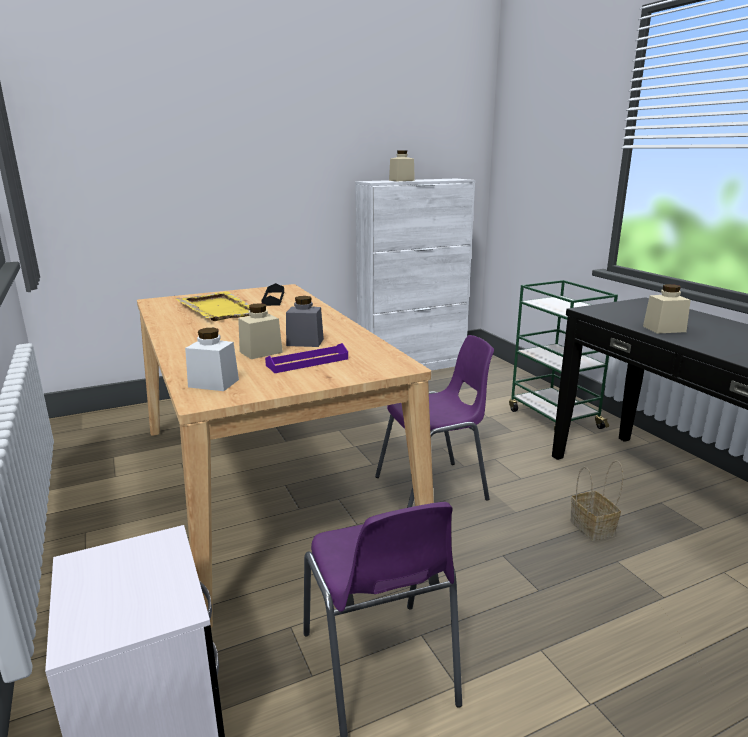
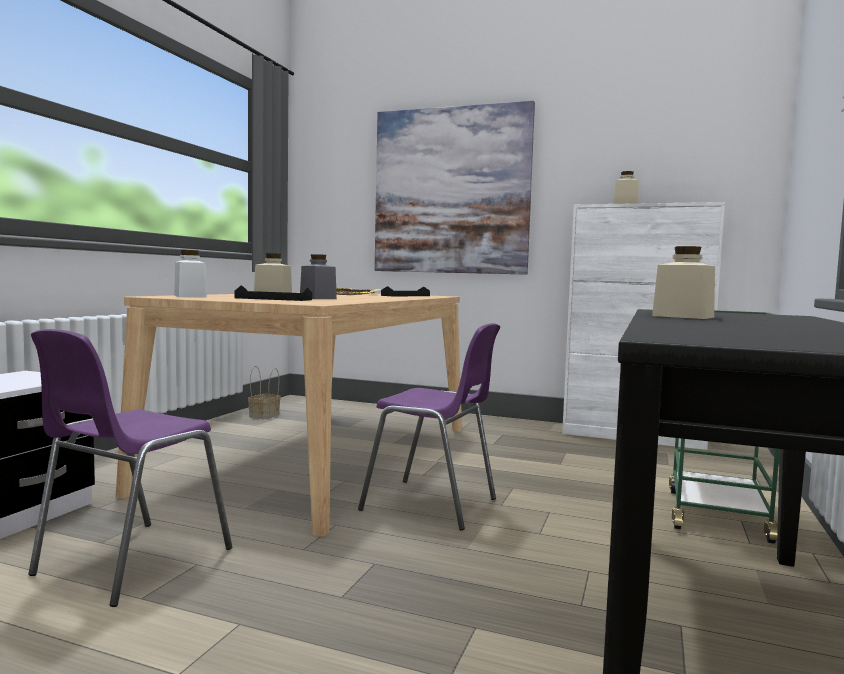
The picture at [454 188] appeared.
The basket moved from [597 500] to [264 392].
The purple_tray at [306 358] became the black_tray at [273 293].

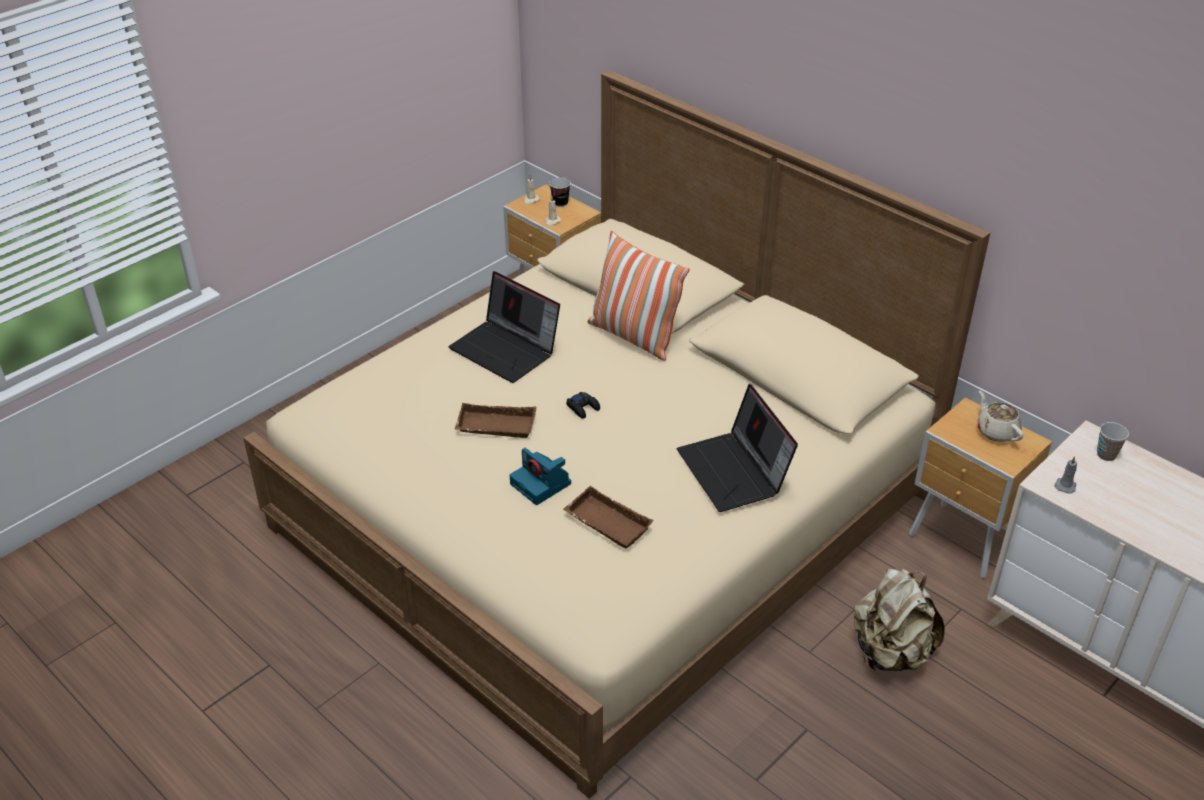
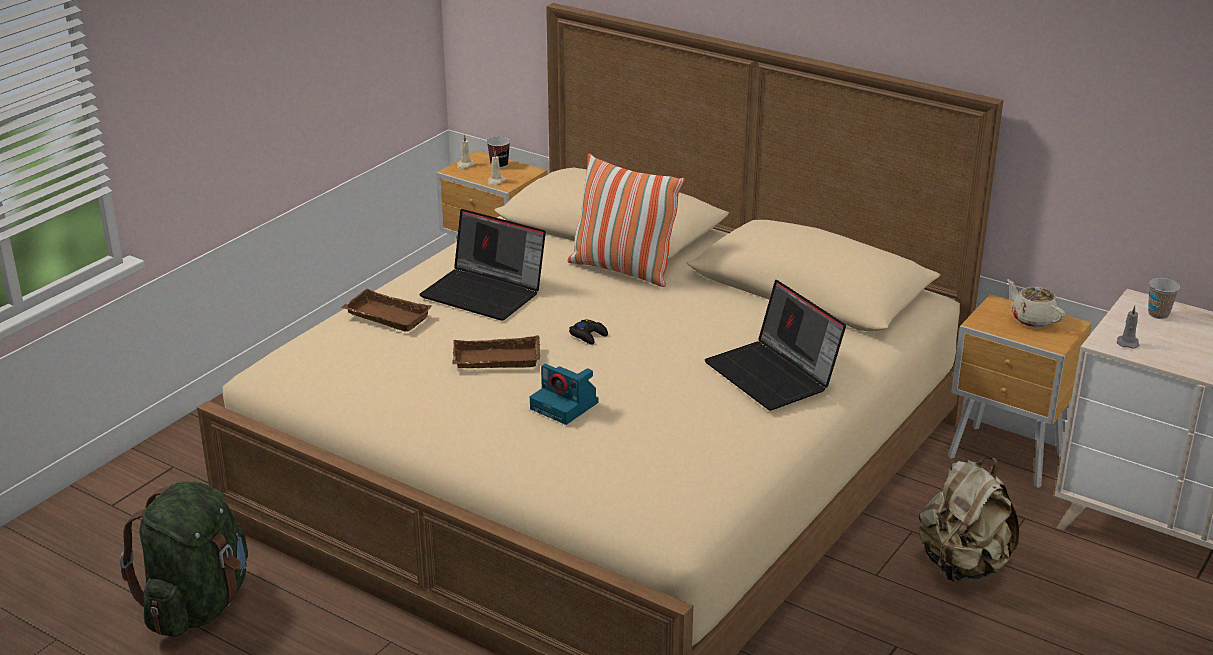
The green_backpack at [184 559] appeared.
The brown_tray moved from [608 517] to [386 310].

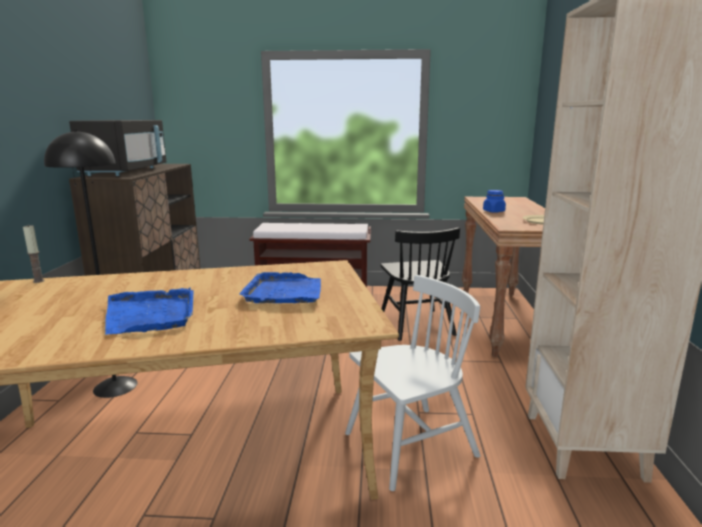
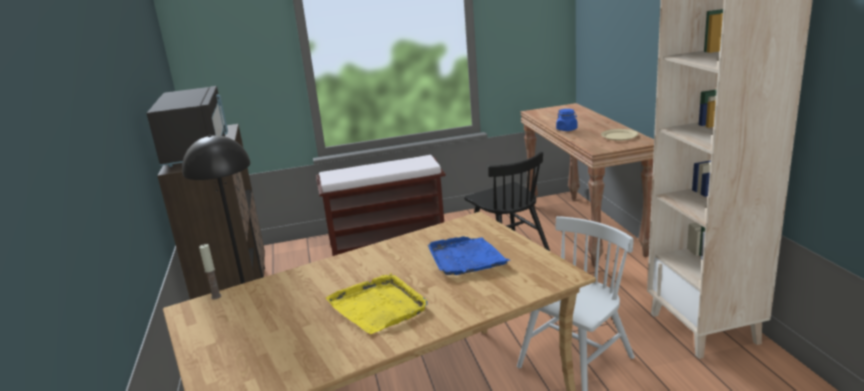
The blue_tray at [149 311] became the yellow_tray at [377 303].

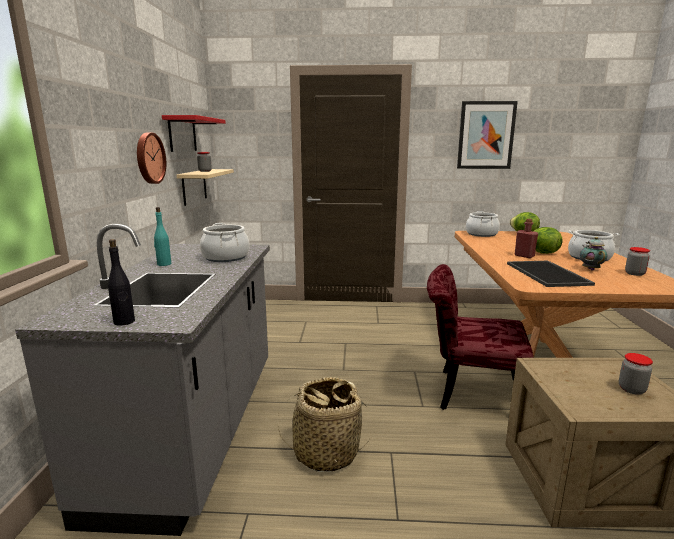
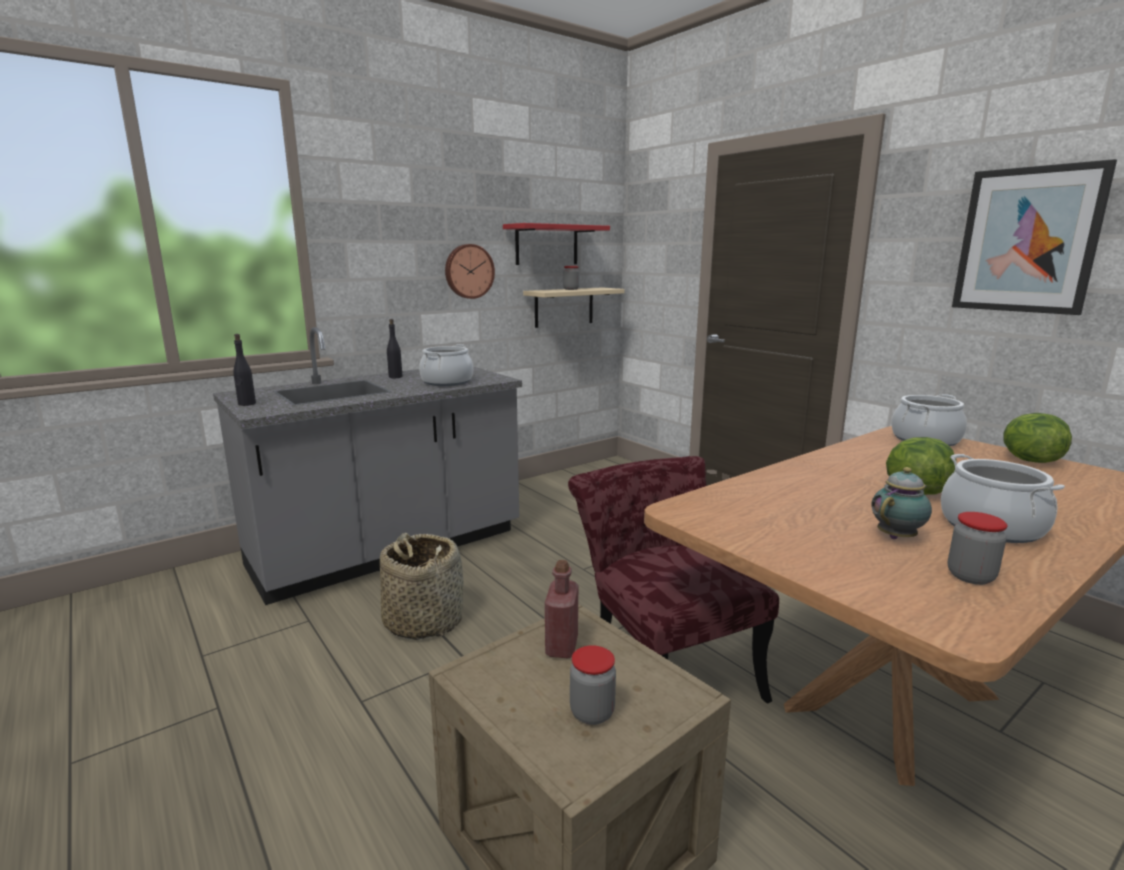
The tray at [551 274] disappeared.
The red_bottle moved from [526 238] to [561 609].
The turquoise_bottle at [162 236] became the black_bottle at [395 348].

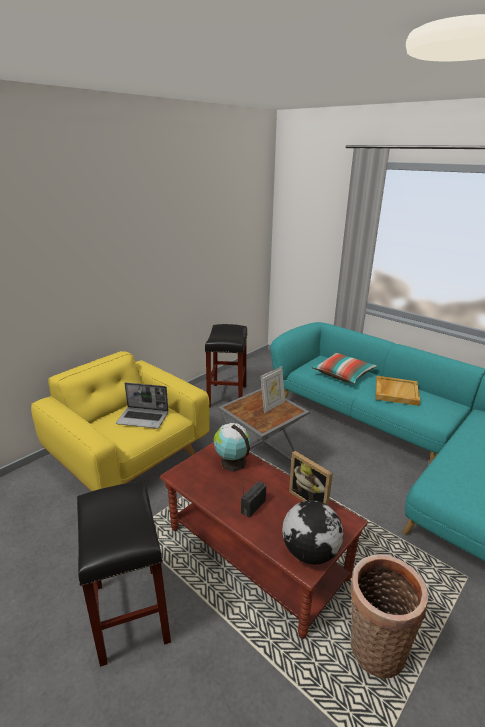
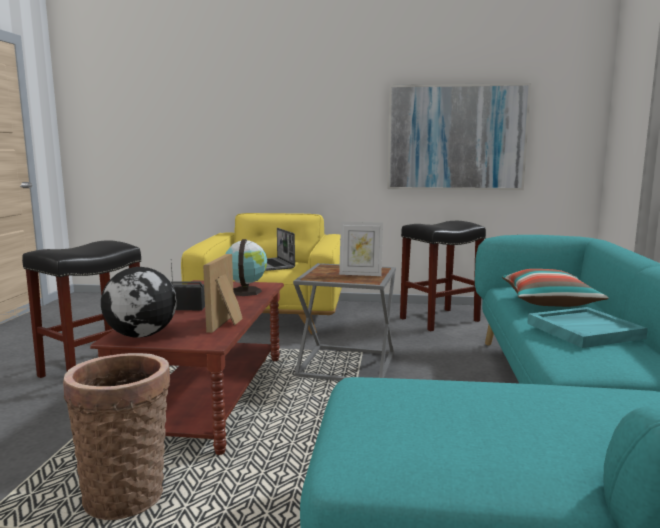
The picture at [459 136] appeared.
The beige_tray at [397 391] became the turquoise_tray at [587 327].

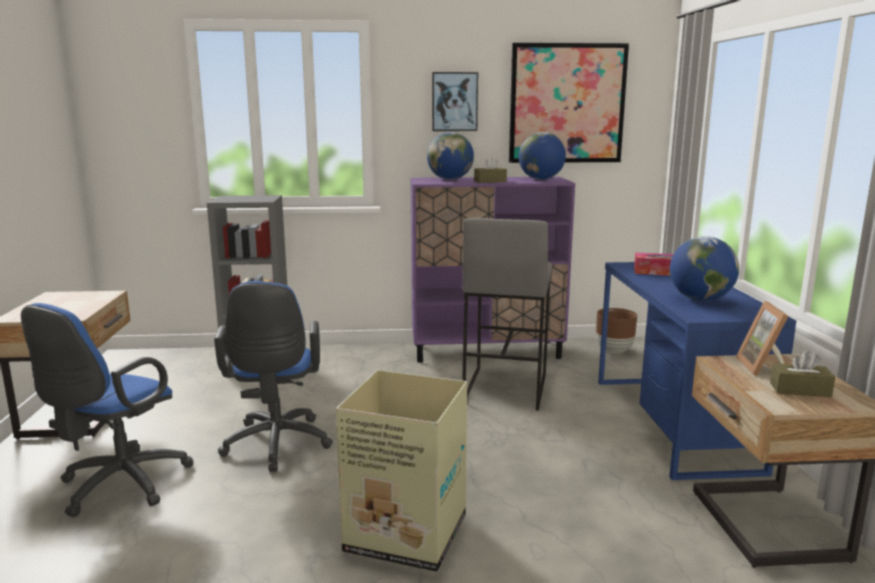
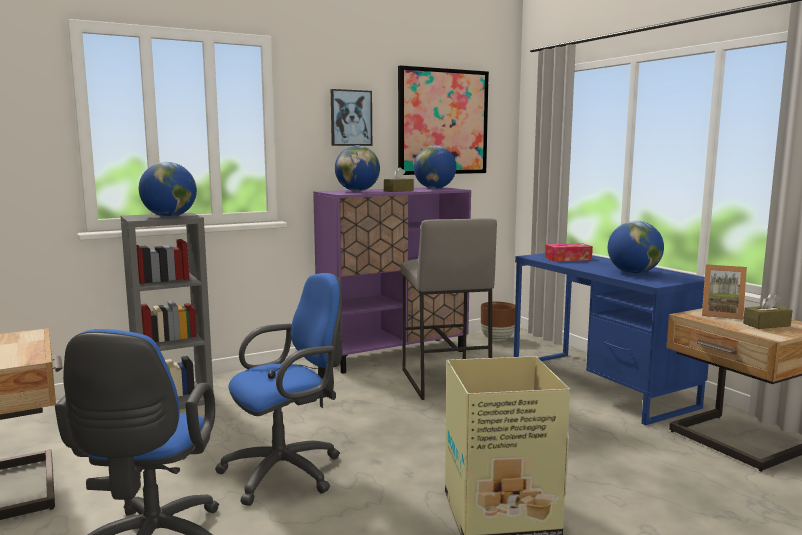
The globe at [168 189] appeared.
The blue_office_chair at [273 376] turned 90 degrees counterclockwise.
The picture_frame at [762 338] turned 45 degrees counterclockwise.

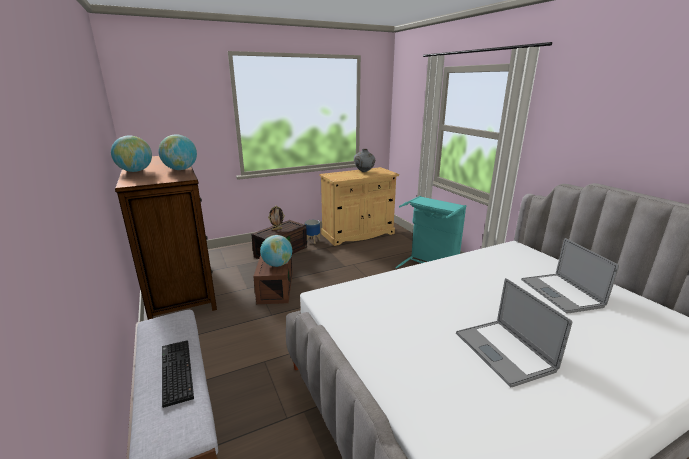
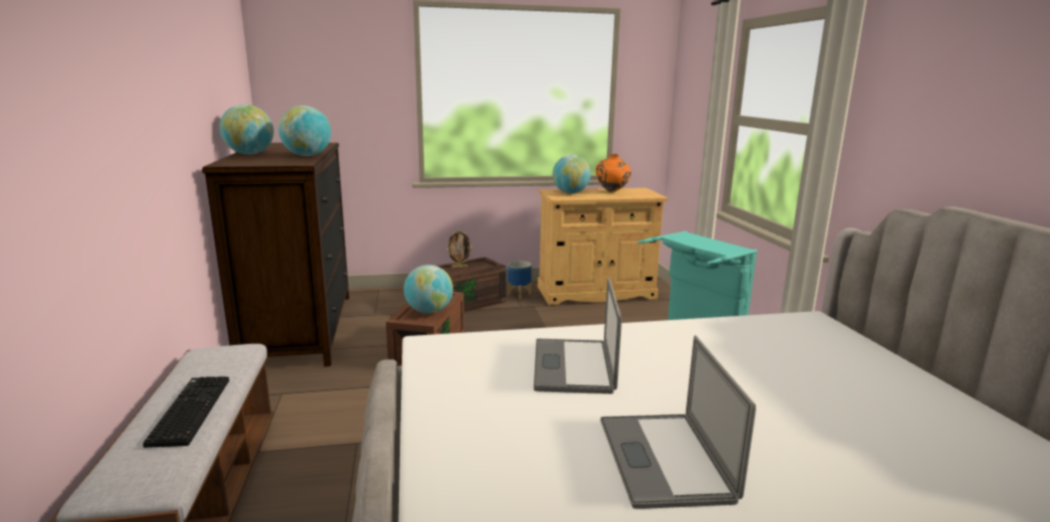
The globe at [571 174] appeared.
The laptop moved from [570 275] to [578 335].
The grey_vase at [364 160] became the orange_vase at [613 173].

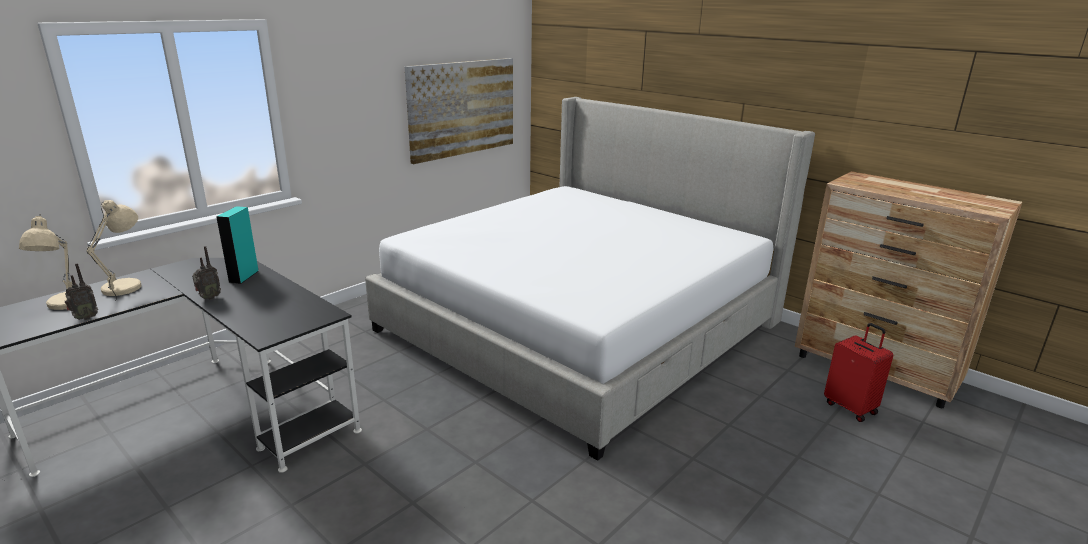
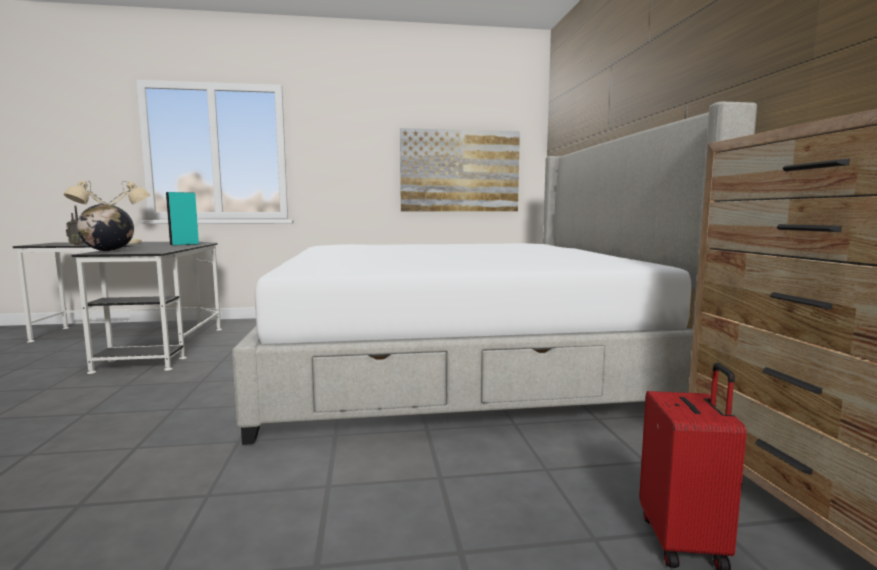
The radio at [206 273] disappeared.
The globe at [105 227] appeared.

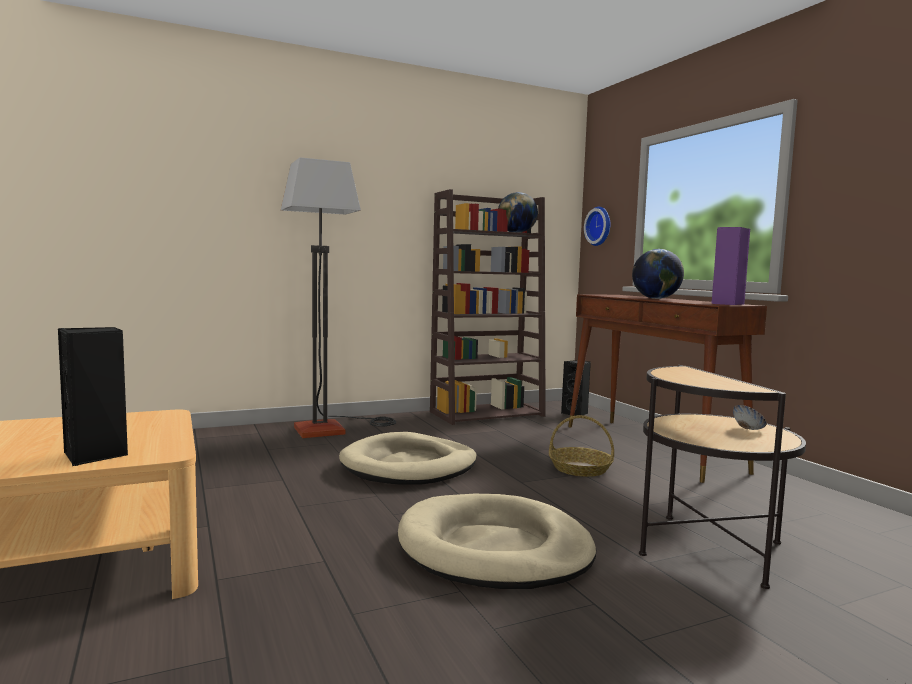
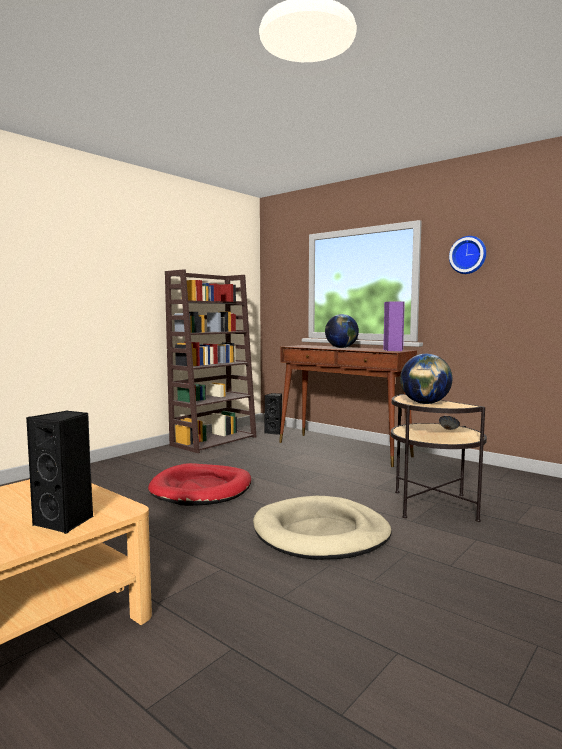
The floor_lamp at [338 297] disappeared.
The basket at [581 446] disappeared.
The globe moved from [518 212] to [426 379].
The wall_clock moved from [597 226] to [467 255].
The beige_dog_bed at [408 458] became the red_dog_bed at [199 484].

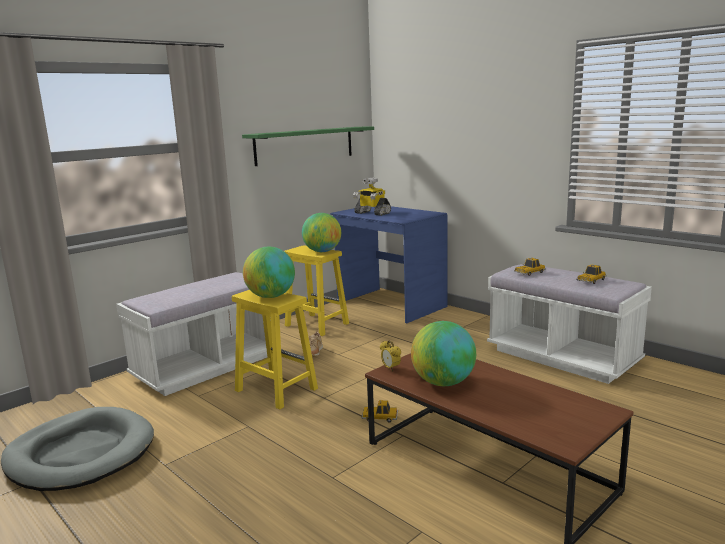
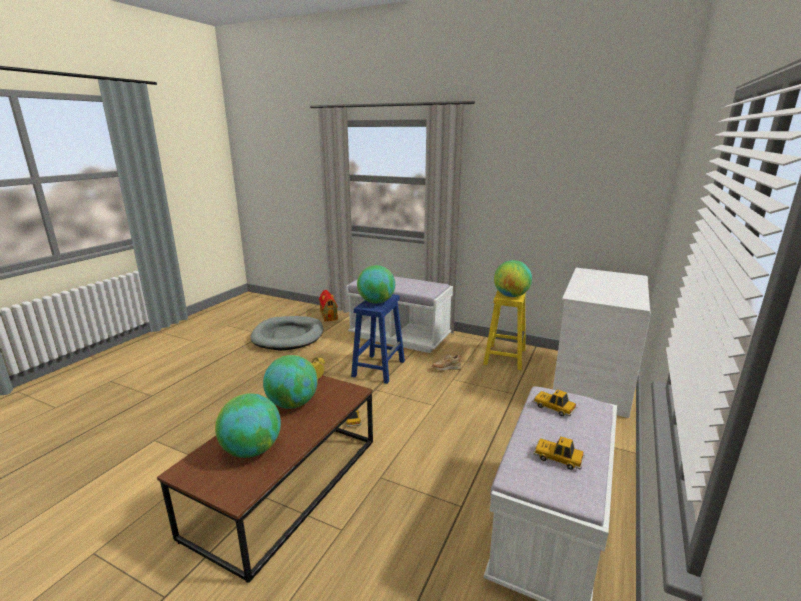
The green_shelf at [308 146] disappeared.
The toy_robot at [372 196] disappeared.
The globe at [248 425] appeared.
The toy_house at [328 305] appeared.
The yellow_stool at [275 349] became the blue_stool at [378 339].
The blue_desk at [388 264] became the white_desk at [602 343].

